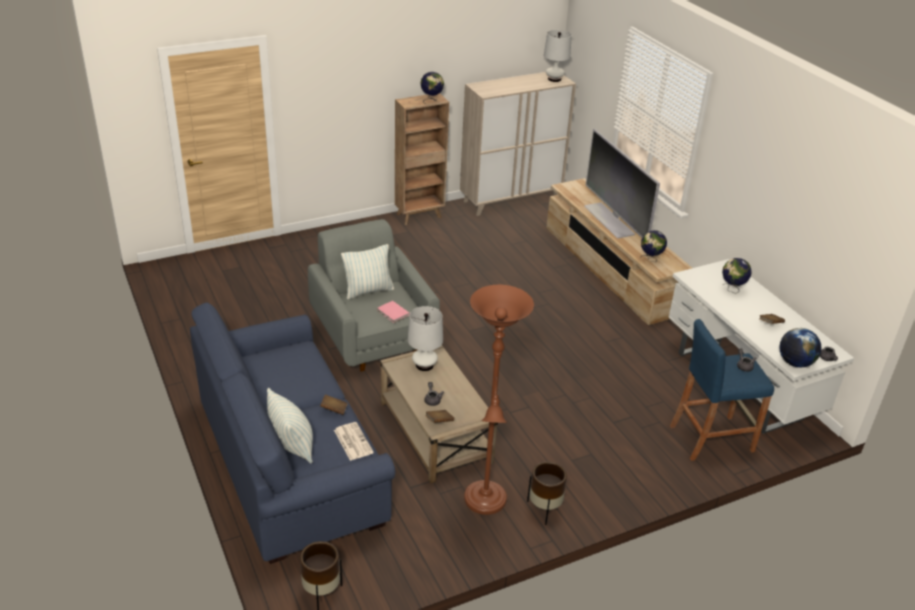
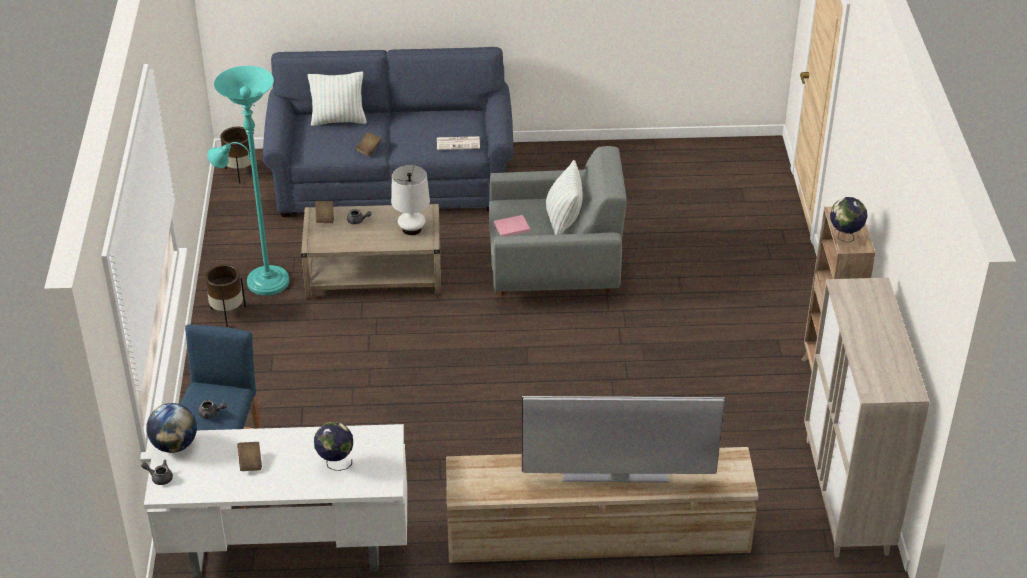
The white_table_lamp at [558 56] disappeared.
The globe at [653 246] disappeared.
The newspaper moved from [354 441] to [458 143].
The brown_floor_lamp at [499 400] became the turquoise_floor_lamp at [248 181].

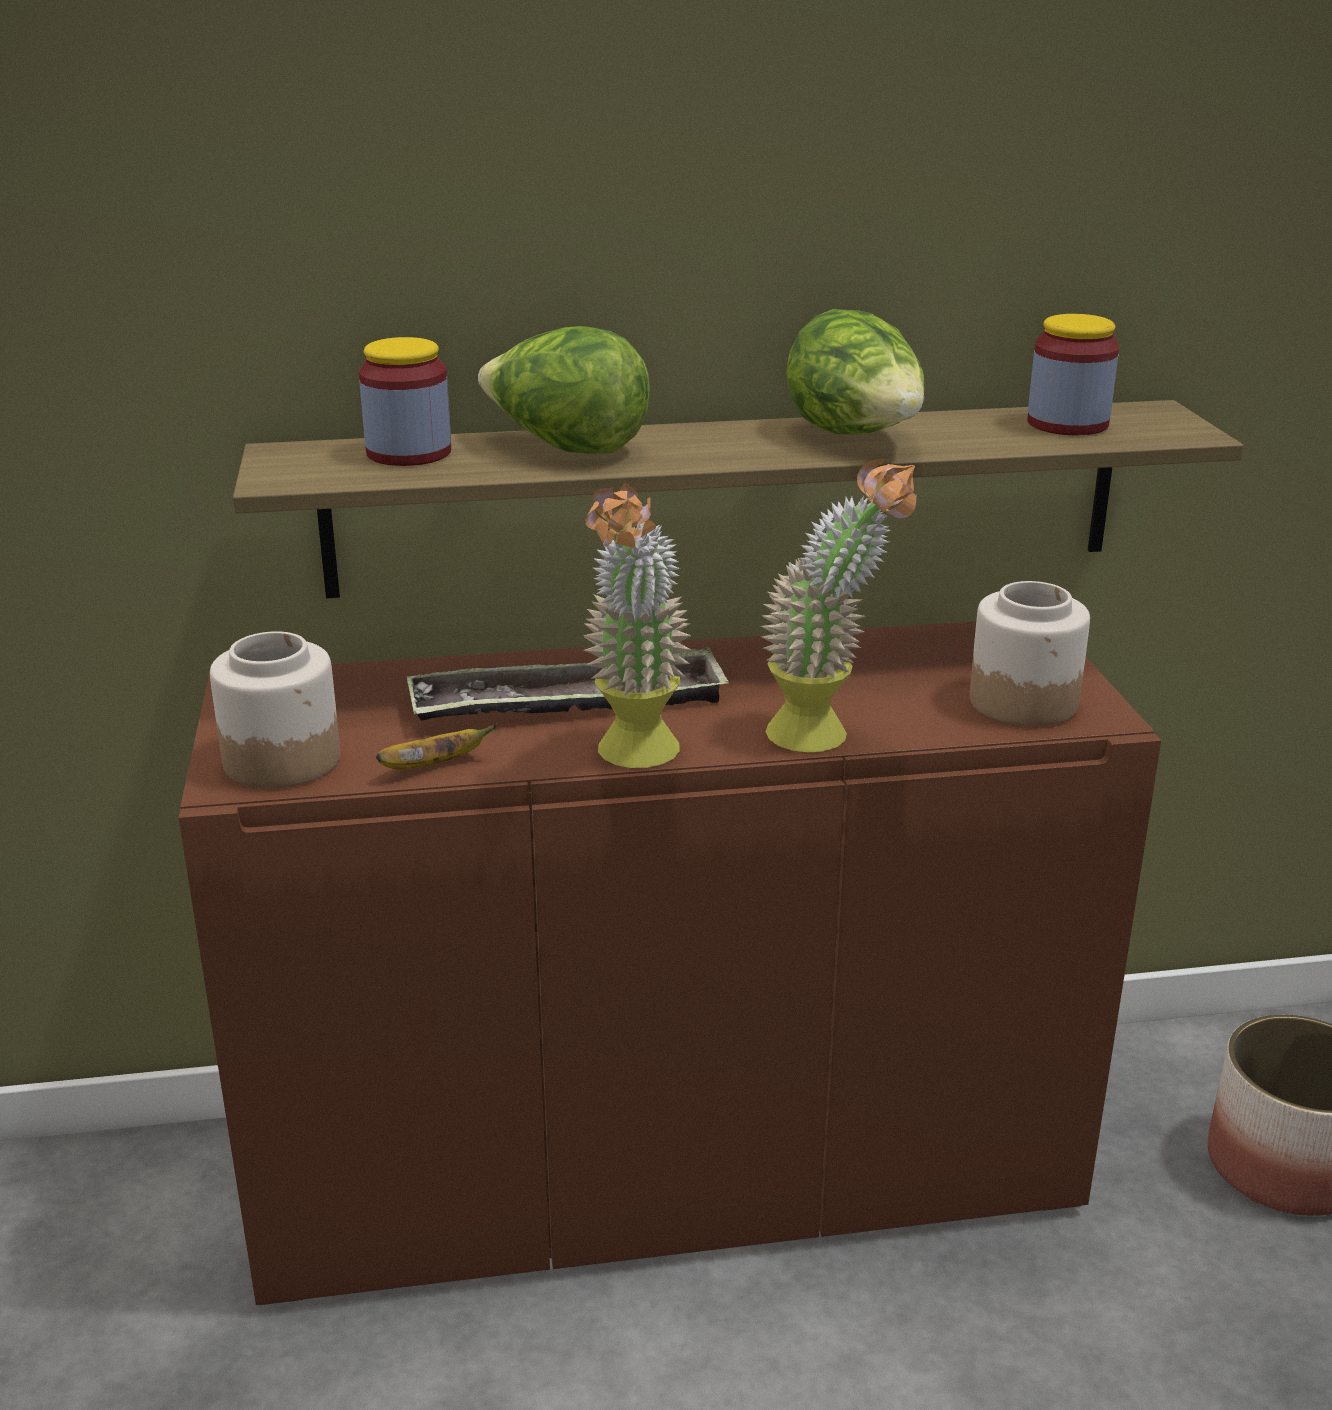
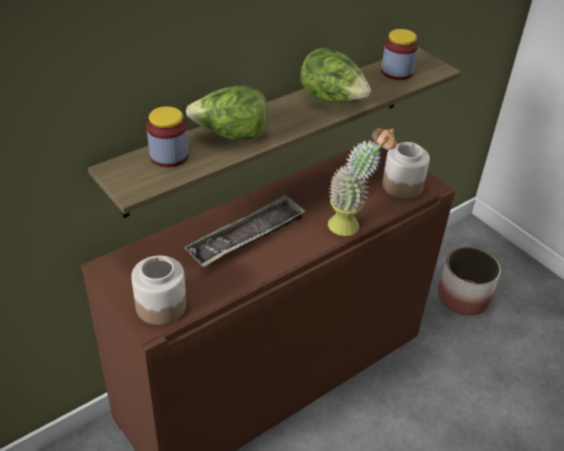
The banana at [436 746] disappeared.
The potted_plant at [637 625] disappeared.

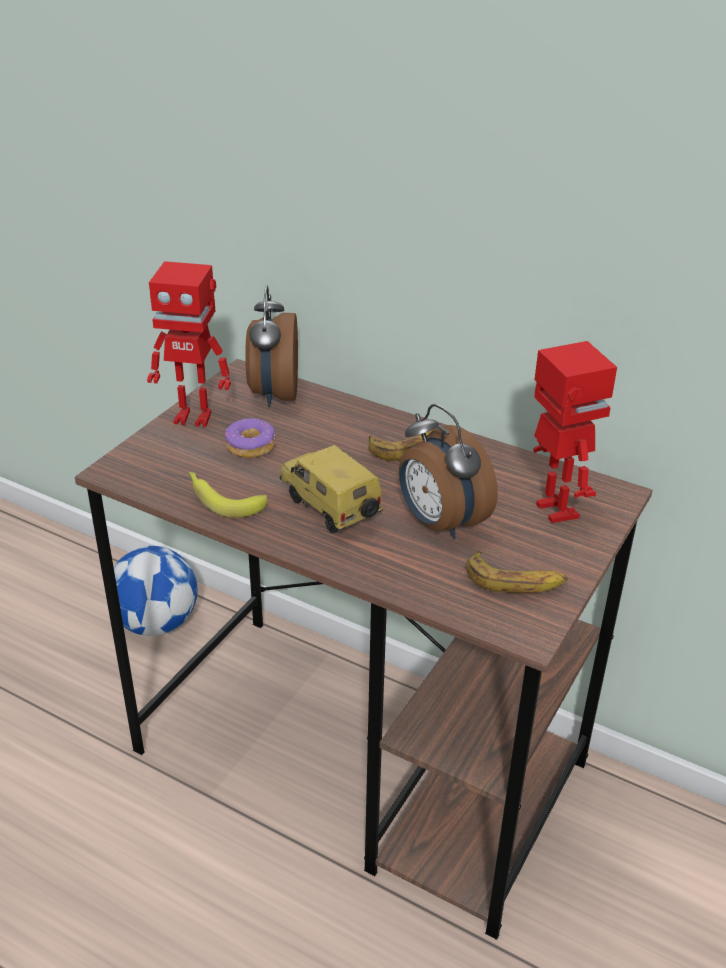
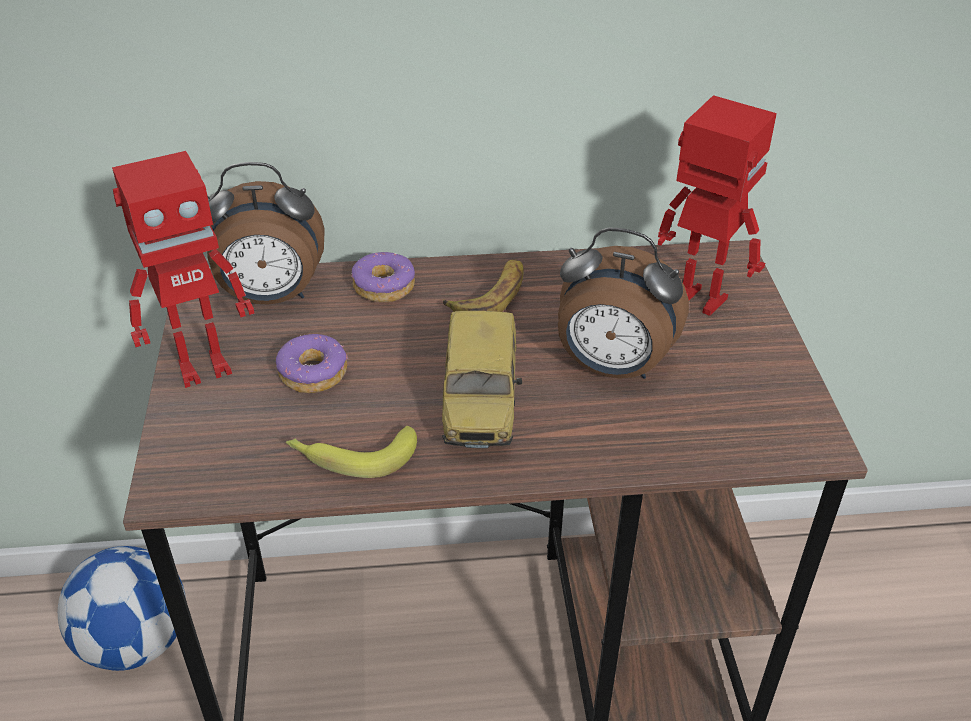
The banana at [517 572] disappeared.
The donut at [383 277] appeared.
The alarm_clock at [271 346] turned 60 degrees counterclockwise.
The toy_car at [331 489] turned 105 degrees counterclockwise.

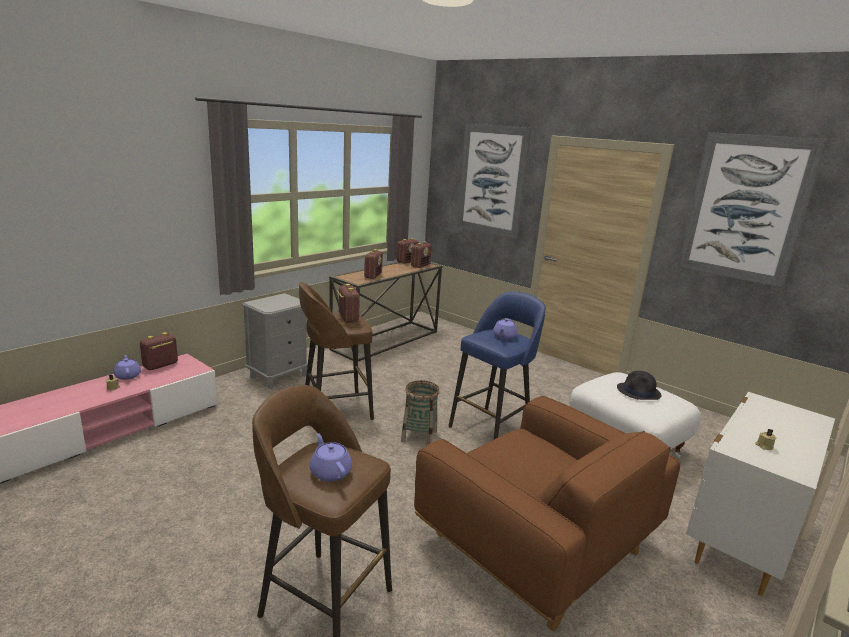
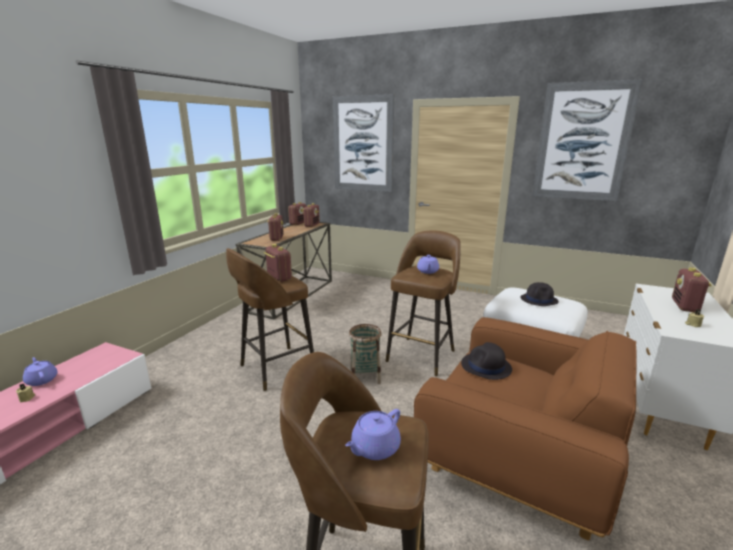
The grey_nightstand at [275 341] disappeared.
The black_hat at [486 361] appeared.
The radio moved from [159 351] to [692 289].
The blue_stool at [497 365] became the brown_stool at [423 303].
The purple_teapot at [331 457] turned 90 degrees counterclockwise.

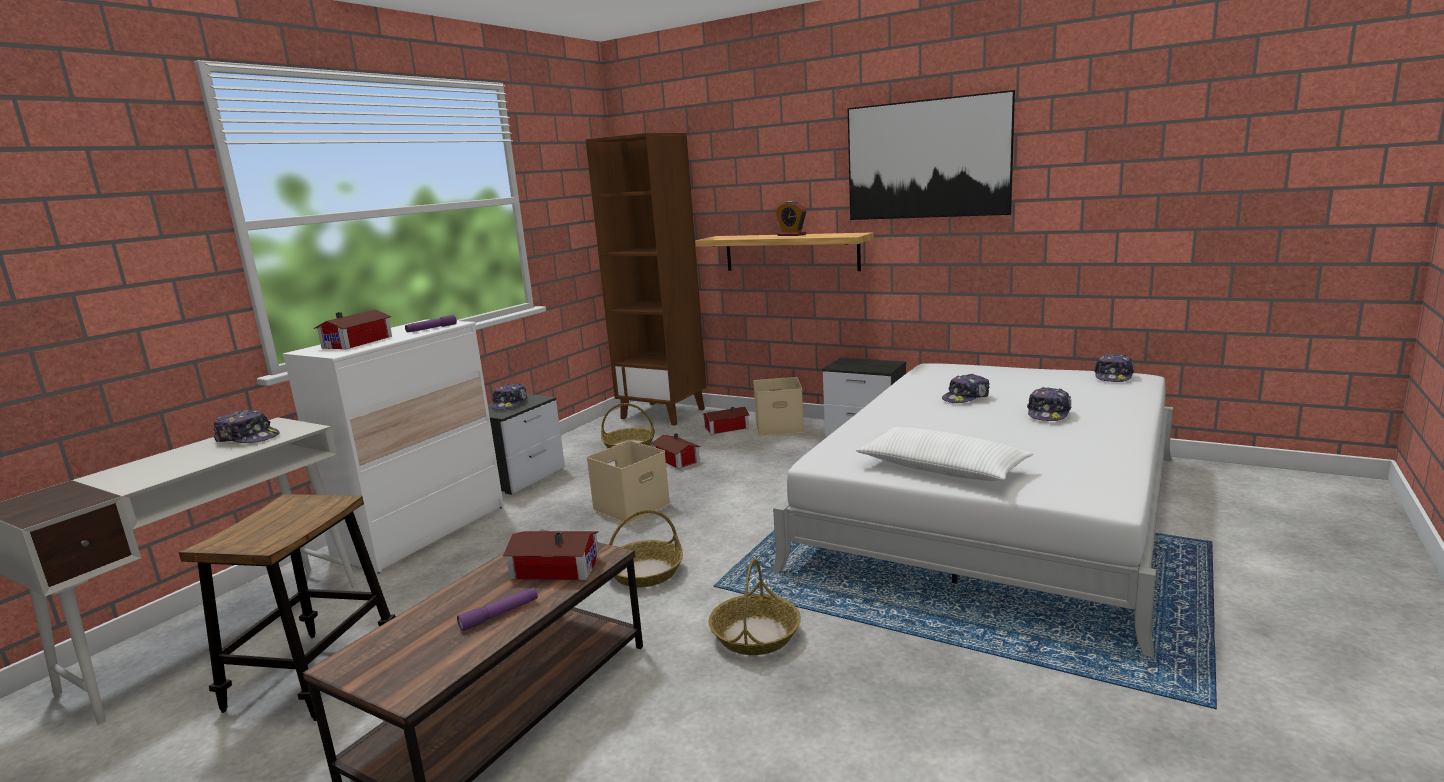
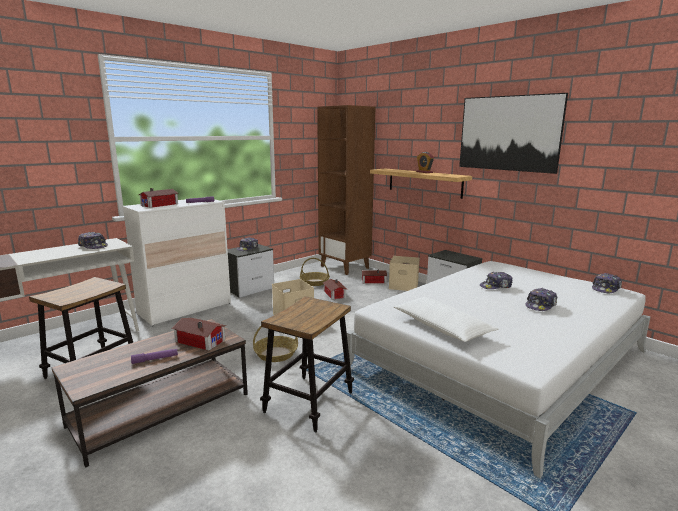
The basket at [755 607] was replaced by the stool at [307 364].

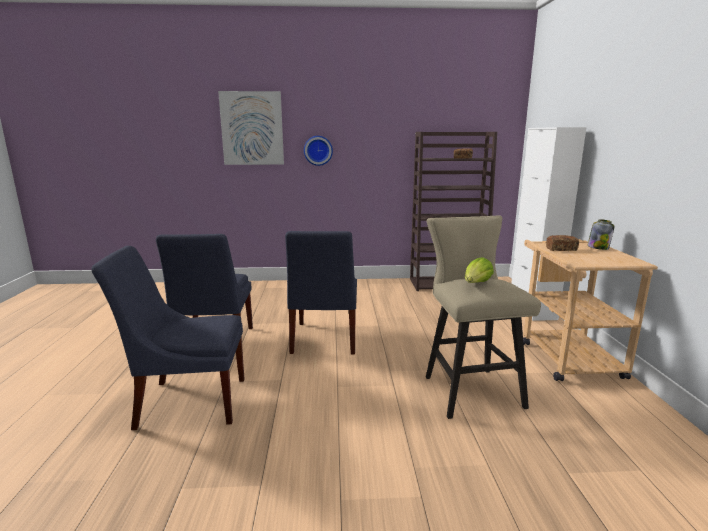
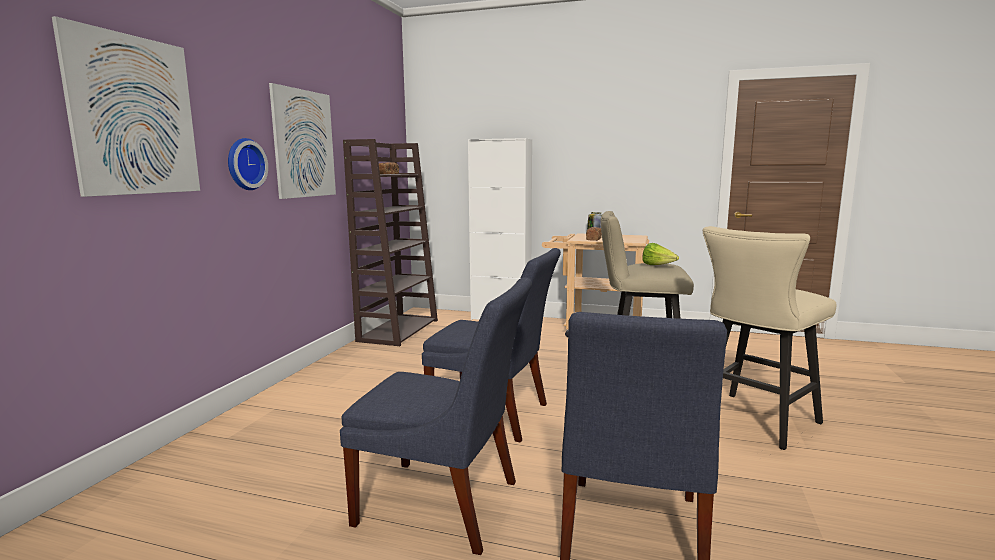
The picture at [302 141] appeared.
The beige_stool at [769 338] appeared.

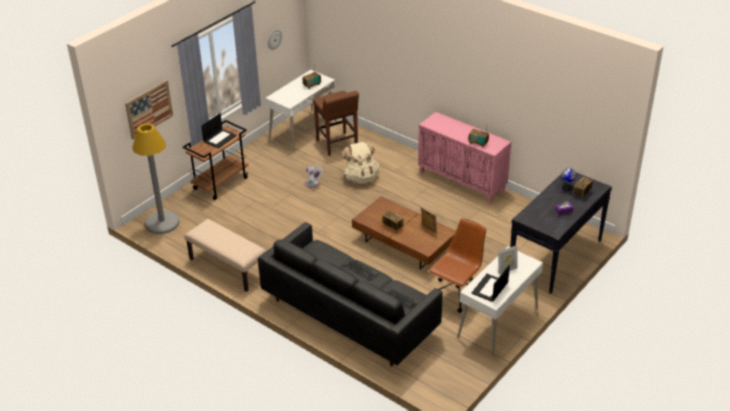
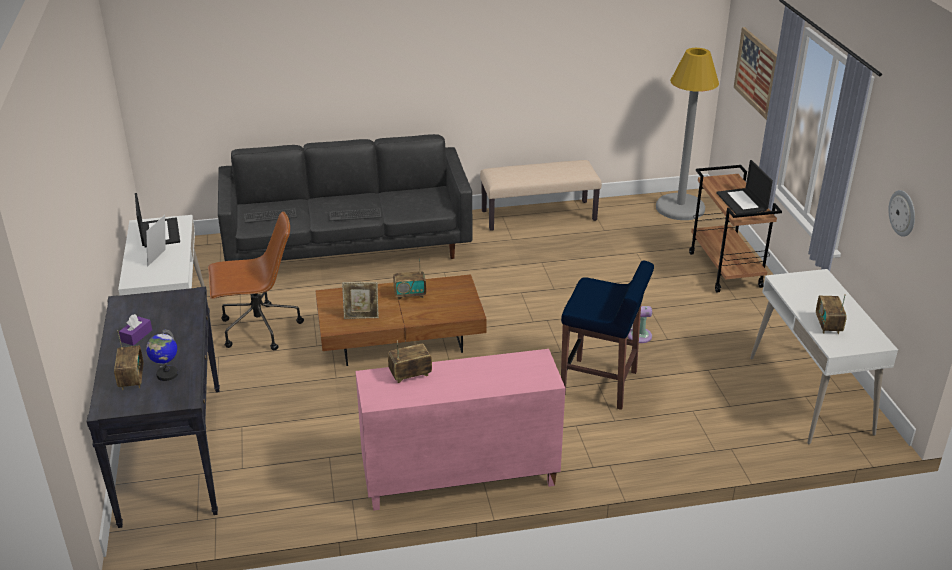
The brown_stool at [336 123] disappeared.
The beige_backpack at [361 163] was replaced by the blue_stool at [607 335].
The brown_office_chair at [457 265] turned 90 degrees counterclockwise.

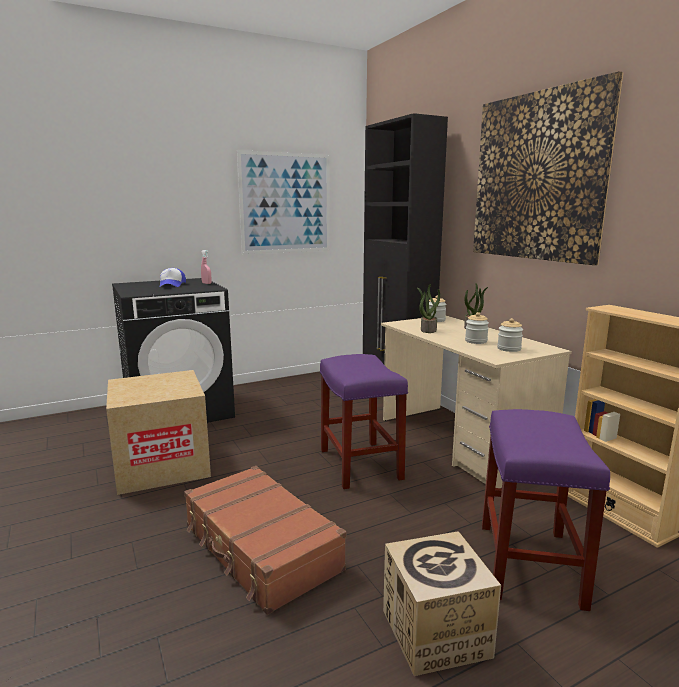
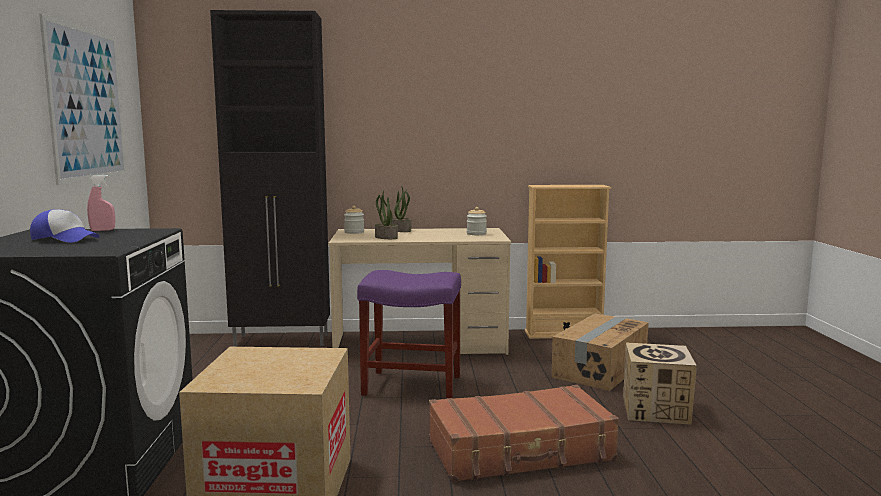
The jar at [477 328] disappeared.
The picture at [548 168] disappeared.
The purple_stool at [546 510] was replaced by the cardboard_box at [600 352].

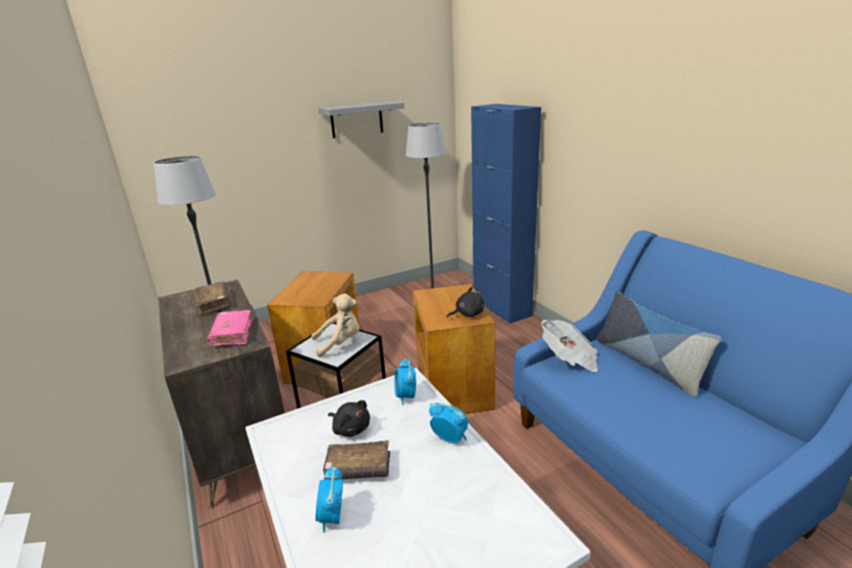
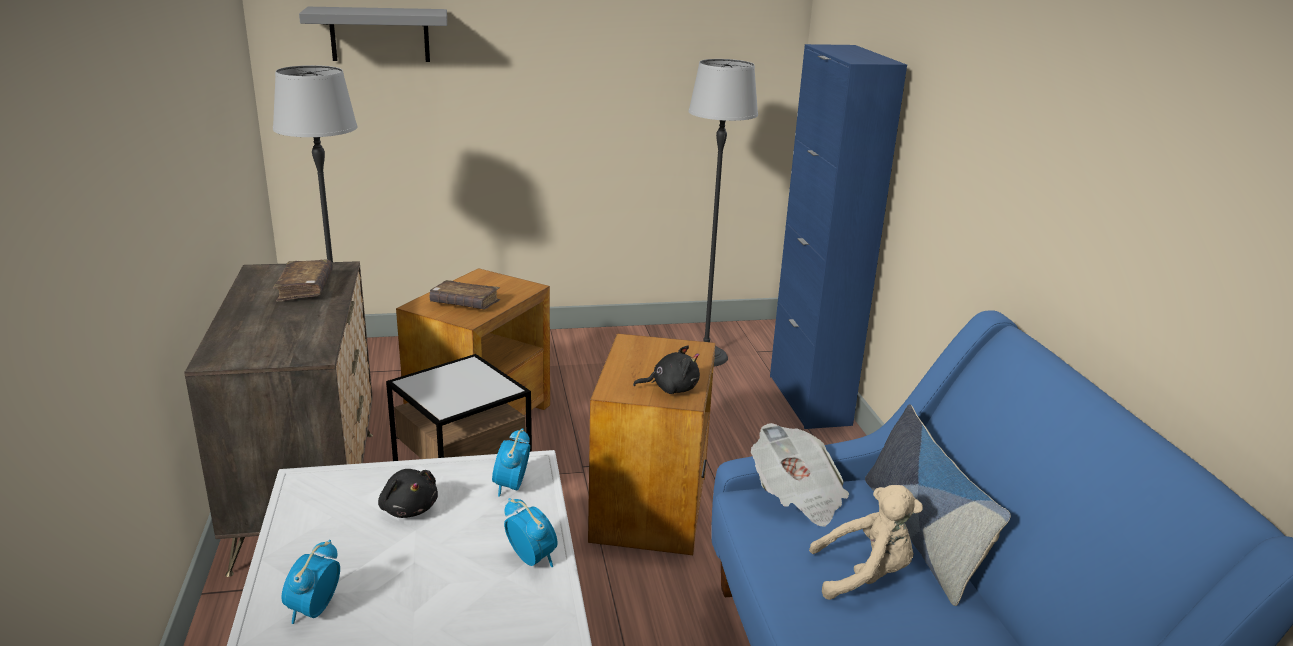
The pink_book at [229 328] disappeared.
The beige_plush_toy moved from [336 325] to [866 542].
The grey_shelf moved from [361 119] to [373 34].
The brown_book moved from [356 460] to [465 294].

